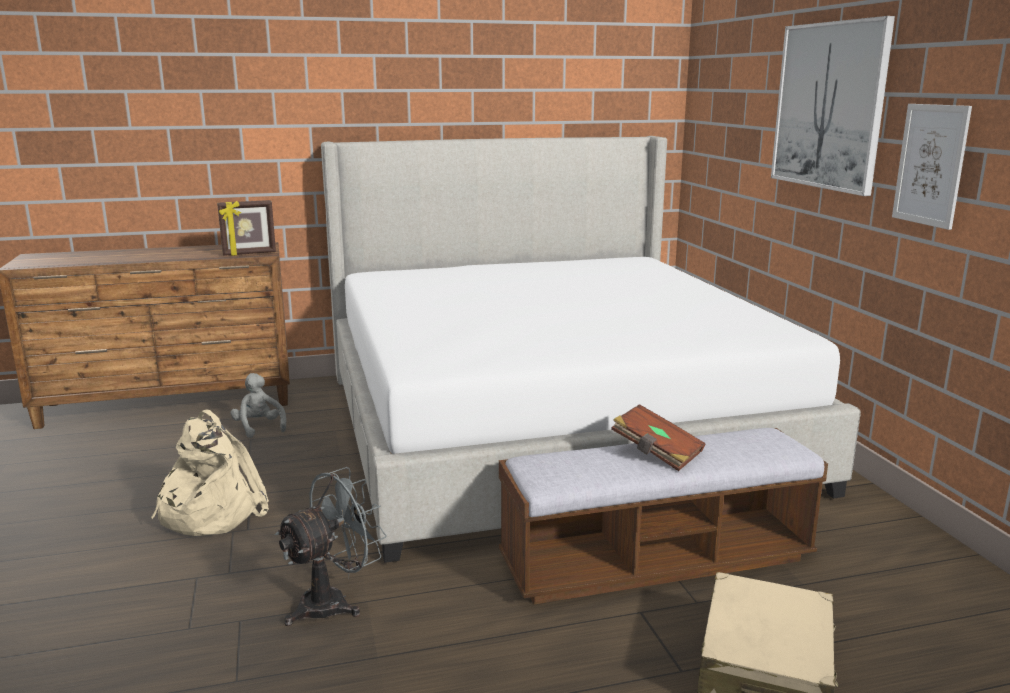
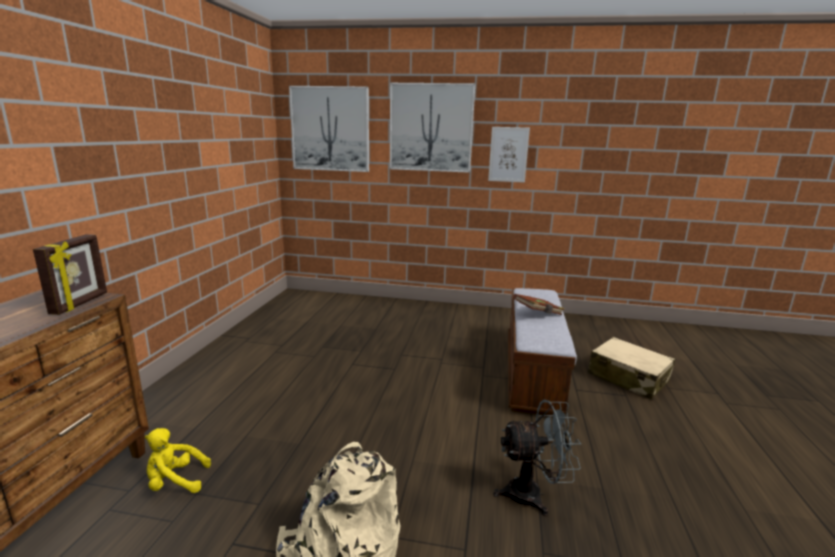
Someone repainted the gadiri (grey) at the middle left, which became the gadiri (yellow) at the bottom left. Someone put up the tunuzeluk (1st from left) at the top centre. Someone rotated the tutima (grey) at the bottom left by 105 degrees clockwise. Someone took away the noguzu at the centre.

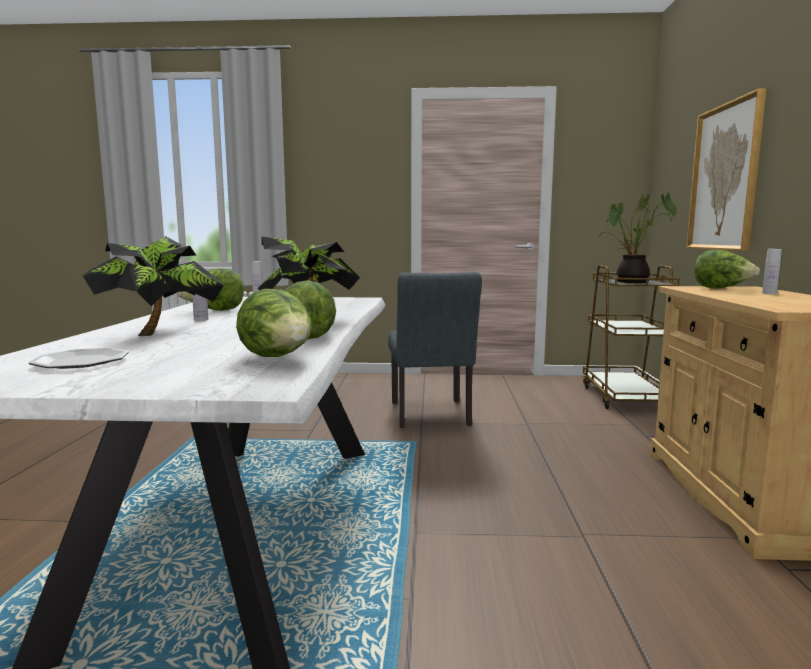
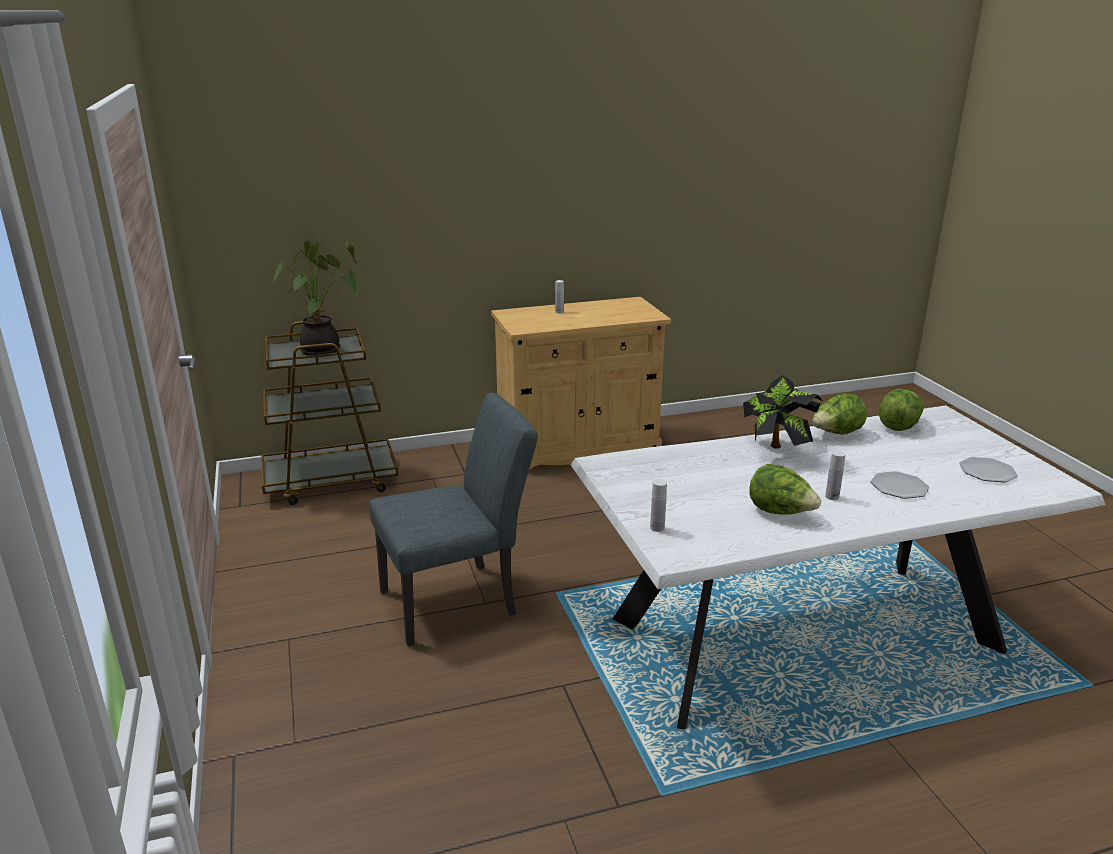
Someone swapped the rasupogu (1st from left) at the middle left for the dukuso (1st from left) at the middle right. Someone took away the tunuzeluk at the top right. Someone took away the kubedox (4th from left) at the middle right.

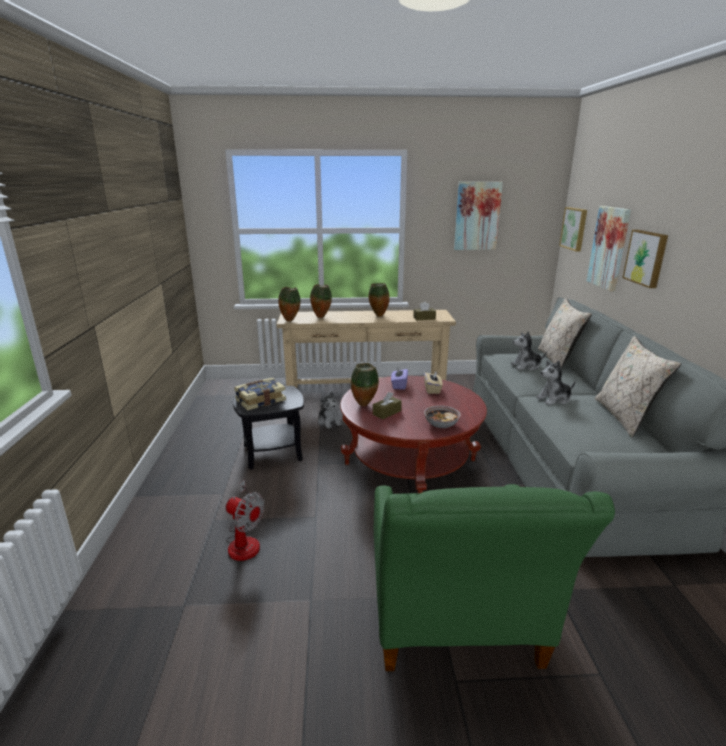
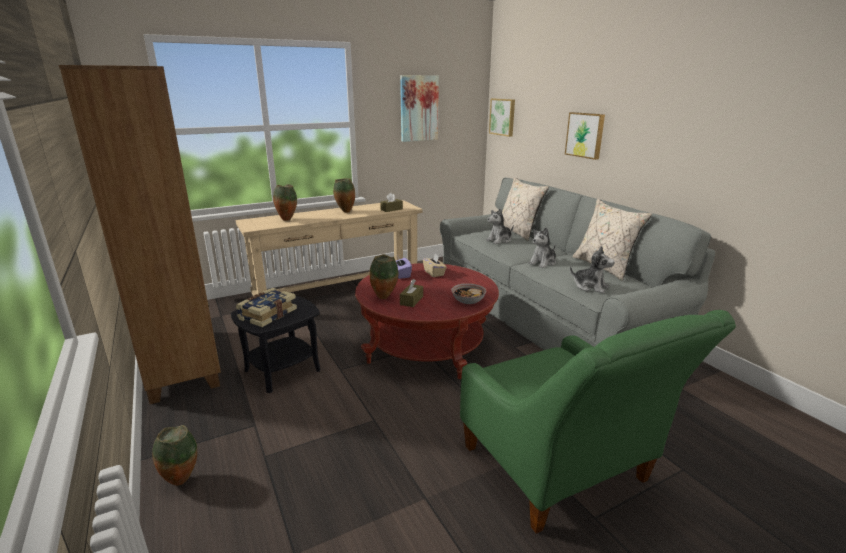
Someone put down the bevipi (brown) at the middle left. Someone carried the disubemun (1st from left) from the centre to the bottom left. Someone carried the gadiri (1st from left in the first image) from the centre to the middle right. Someone took away the tutima at the bottom centre. Someone took away the tunuzeluk (3rd from left) at the middle right.

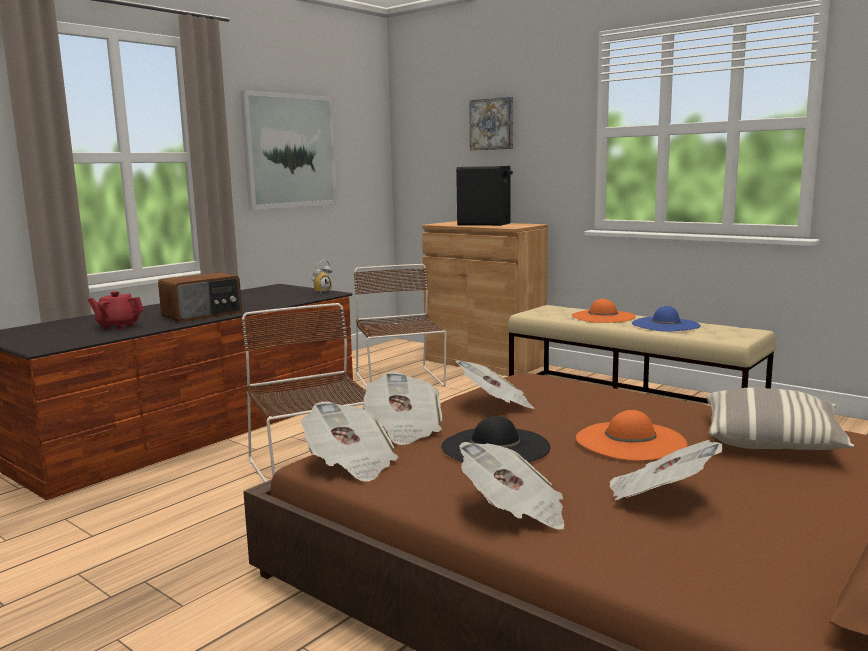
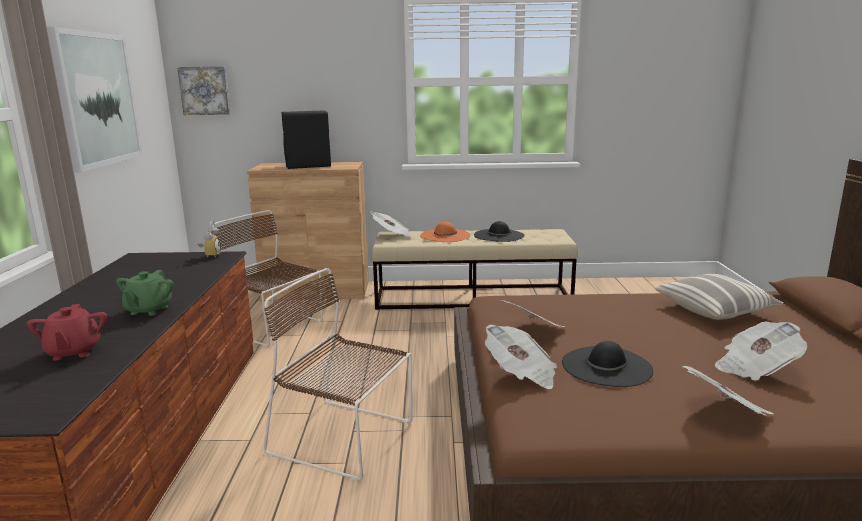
Someone rotated the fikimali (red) at the middle left by 75 degrees counterclockwise. Someone swapped the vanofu at the middle left for the fikimali (green) at the middle left. Someone carried the tunuzeluk (2nd from left) from the top centre to the top left. Someone carried the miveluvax (1st from left) from the bottom centre to the centre. Someone repainted the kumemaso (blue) at the middle right, which became the kumemaso (black) (1st from left) at the centre. Someone took away the kumemaso (orange) (2nd from left) at the bottom right.

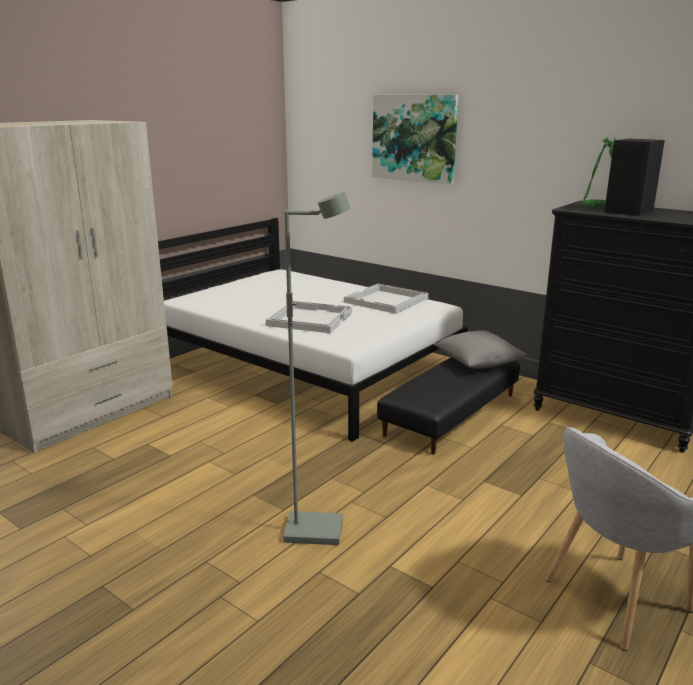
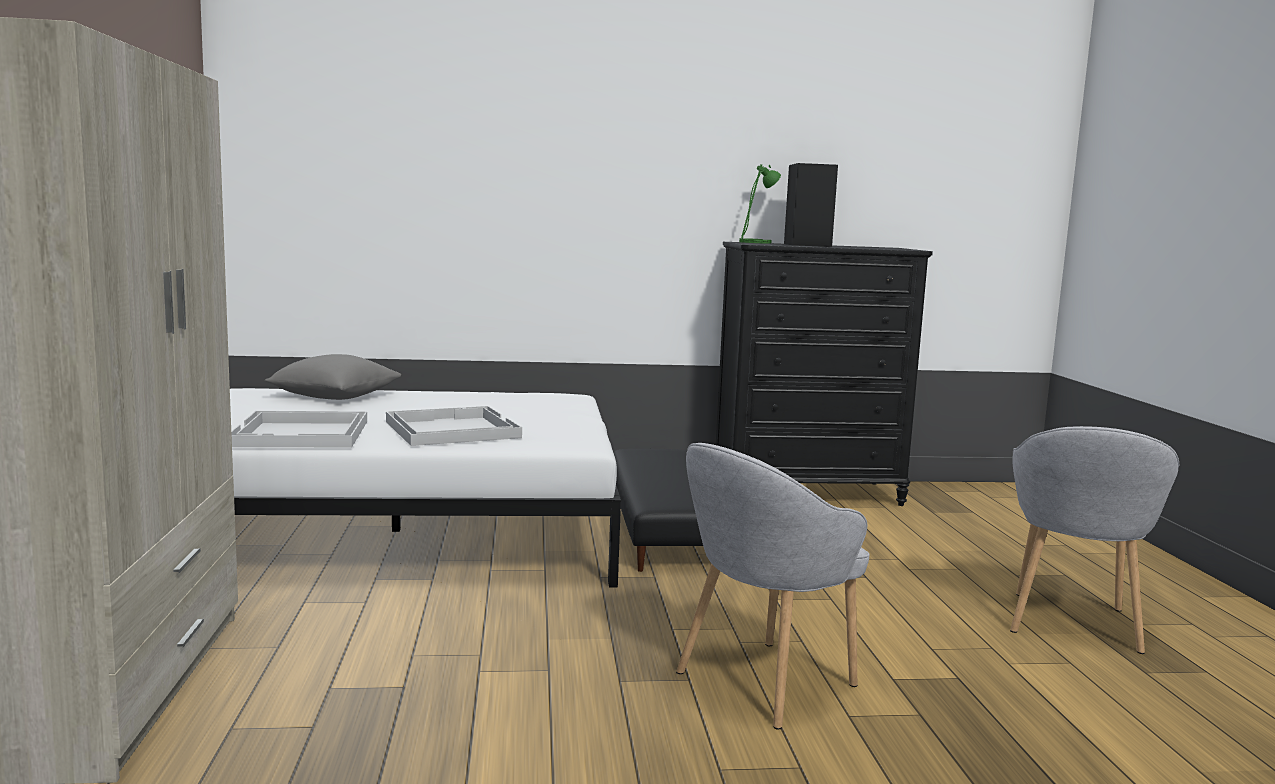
Someone carried the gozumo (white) (2nd from left in the first image) from the centre to the middle left. Someone carried the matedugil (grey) from the middle right to the middle left. Someone swapped the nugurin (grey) at the centre for the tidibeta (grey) (1st from left) at the bottom centre. Someone took away the tunuzeluk at the top centre.

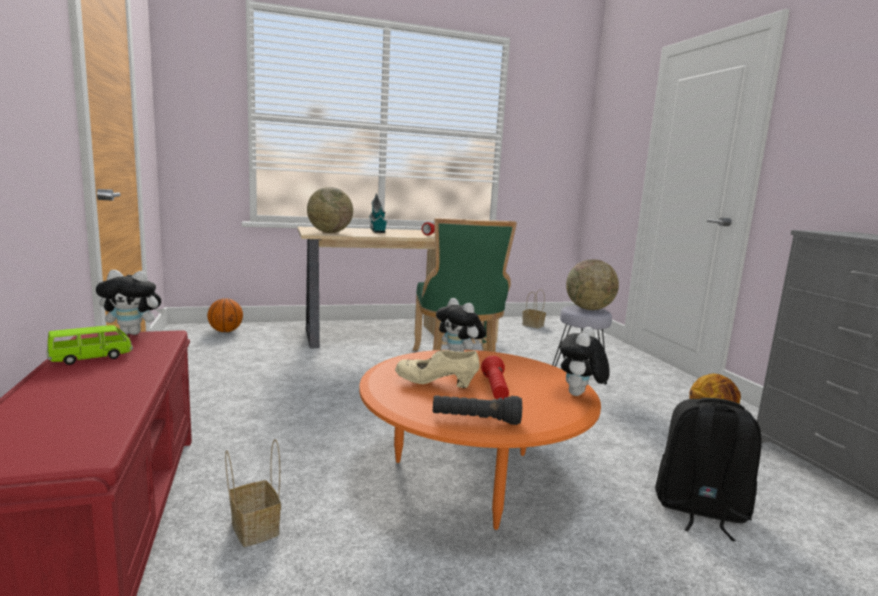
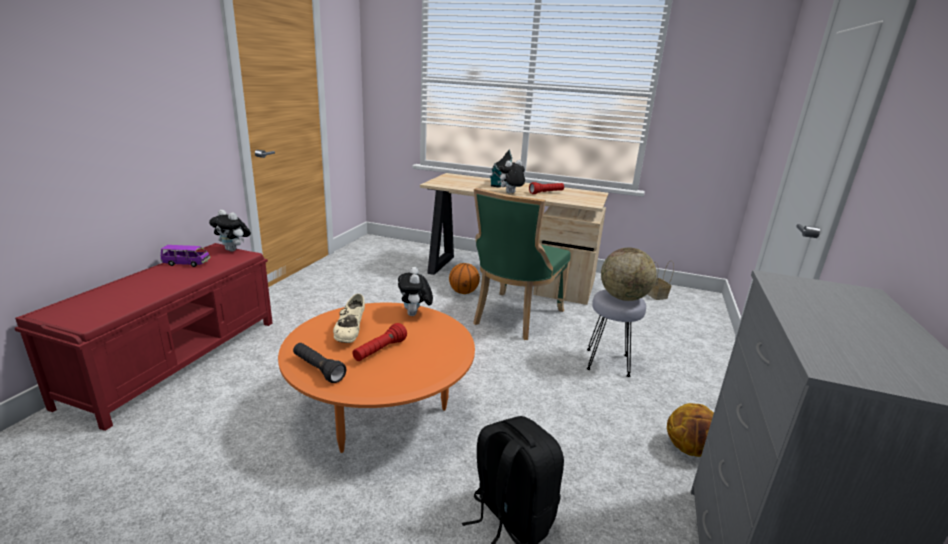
Someone repainted the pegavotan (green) at the middle left, which became the pegavotan (purple) at the middle left. Someone rotated the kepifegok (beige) at the centre by 135 degrees counterclockwise. Someone carried the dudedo (1st from left) from the middle left to the centre. Someone carried the gadiri (3rd from left) from the centre to the top centre. Someone took away the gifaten (1st from left) at the bottom left. Someone took away the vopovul (1st from left) at the centre.

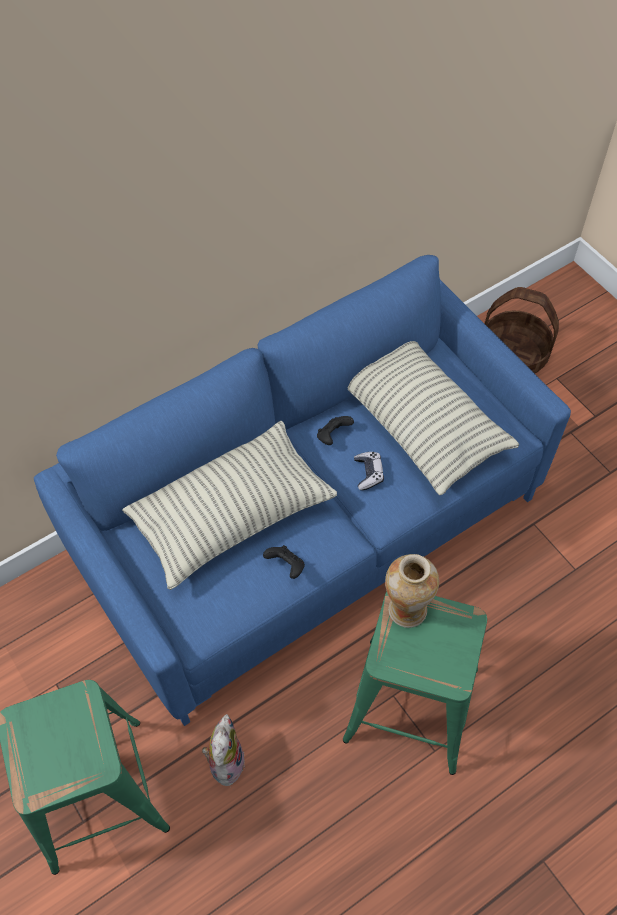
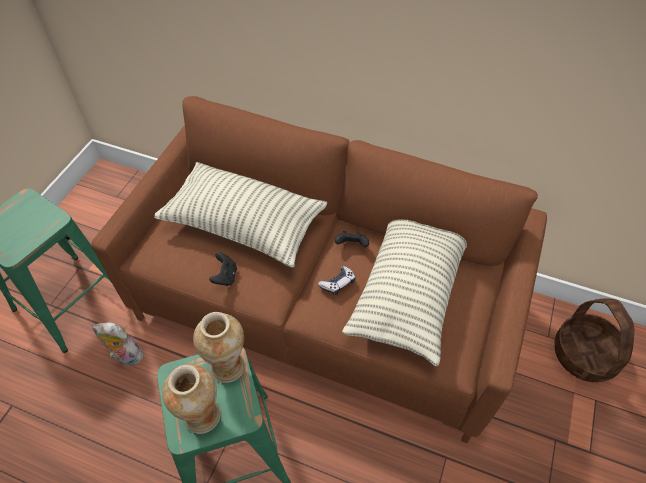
Someone repainted the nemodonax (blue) at the centre, which became the nemodonax (brown) at the centre. Someone rotated the gadiri at the bottom centre by 135 degrees counterclockwise. Someone put down the disubemun (1st from left) at the bottom left.

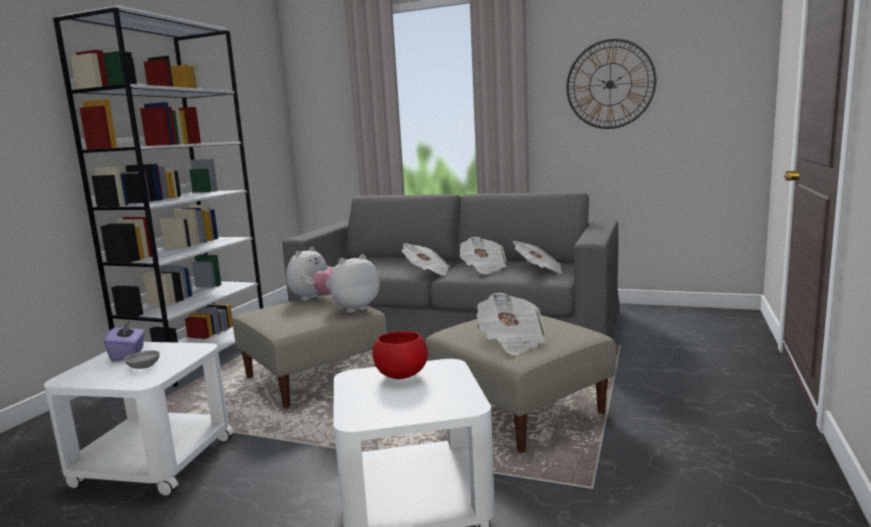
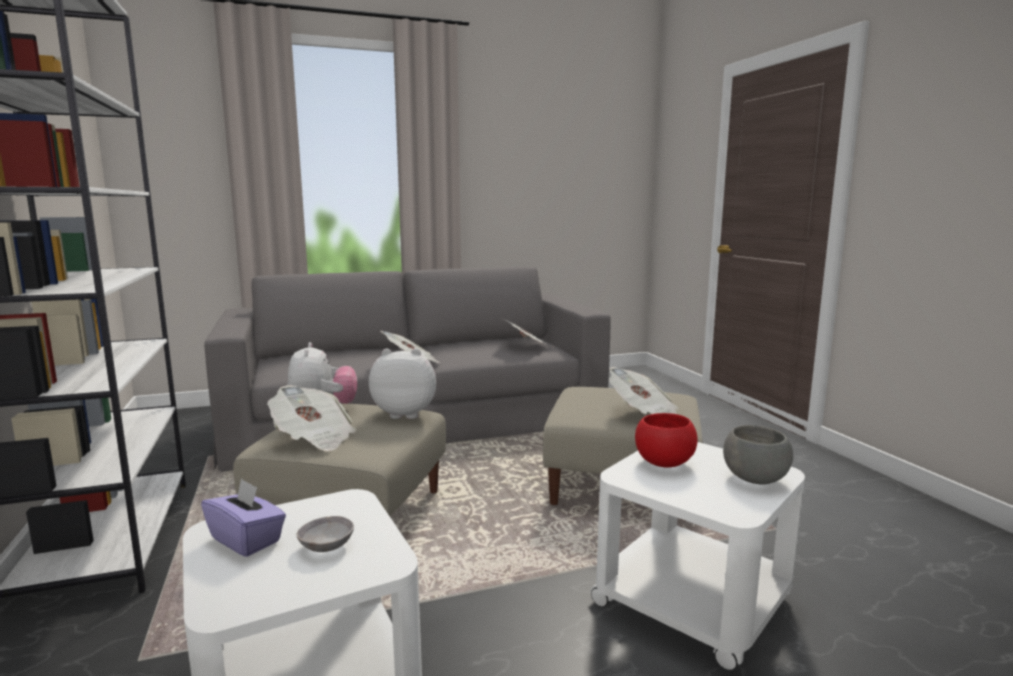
Someone carried the miveluvax (2nd from left in the first image) from the centre to the middle left. Someone rotated the gadiri (2nd from left) at the centre by 75 degrees clockwise. Someone put down the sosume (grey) (2nd from left) at the bottom right. Someone took away the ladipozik at the top right.

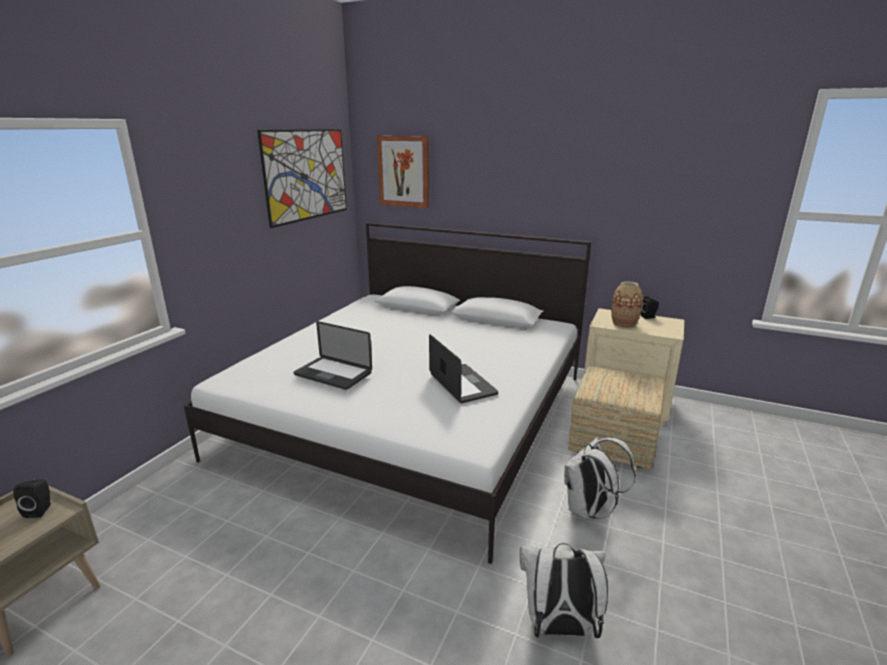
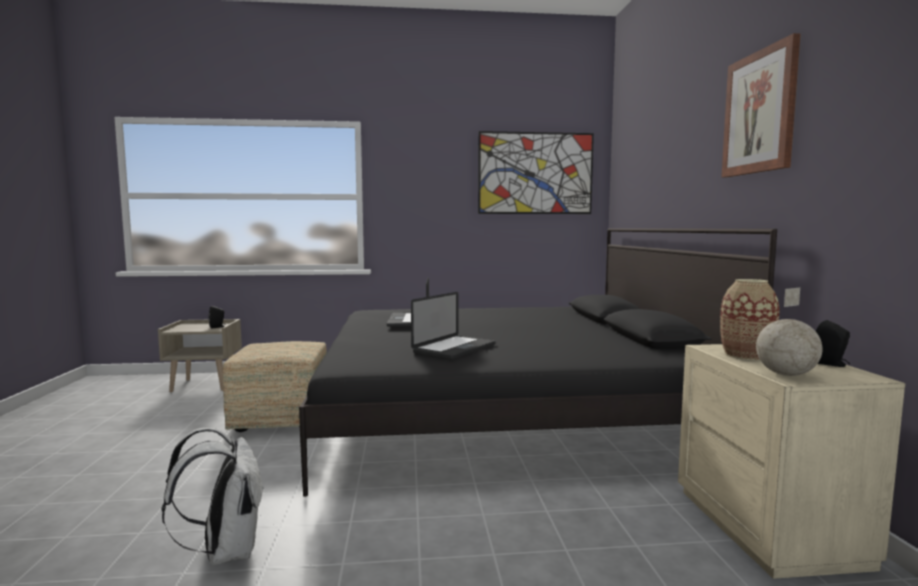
Someone carried the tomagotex from the middle right to the middle left. Someone repainted the noguzu (white) at the centre, which became the noguzu (black) at the centre. Someone carried the tunuzeluk (2nd from left) from the top centre to the top right. Someone put down the vopovul at the middle right. Someone took away the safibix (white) (2nd from left) at the bottom right.

